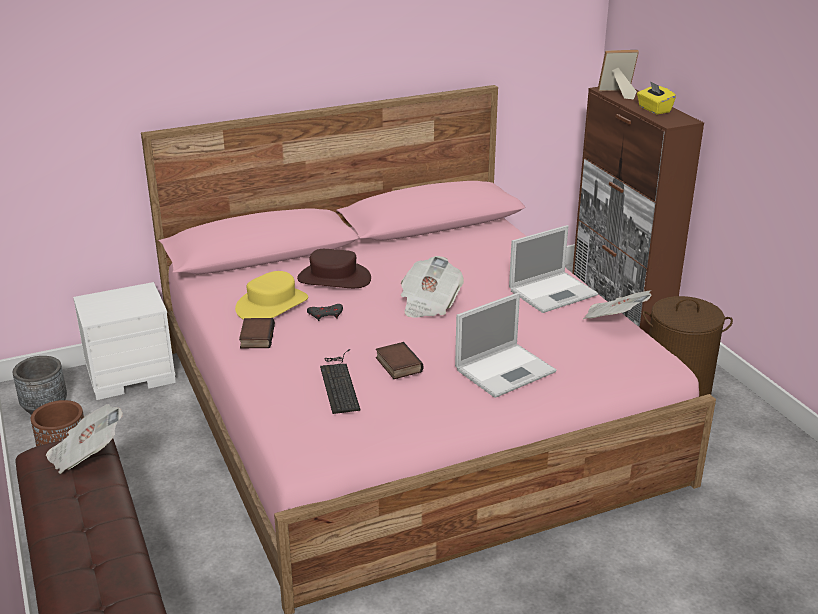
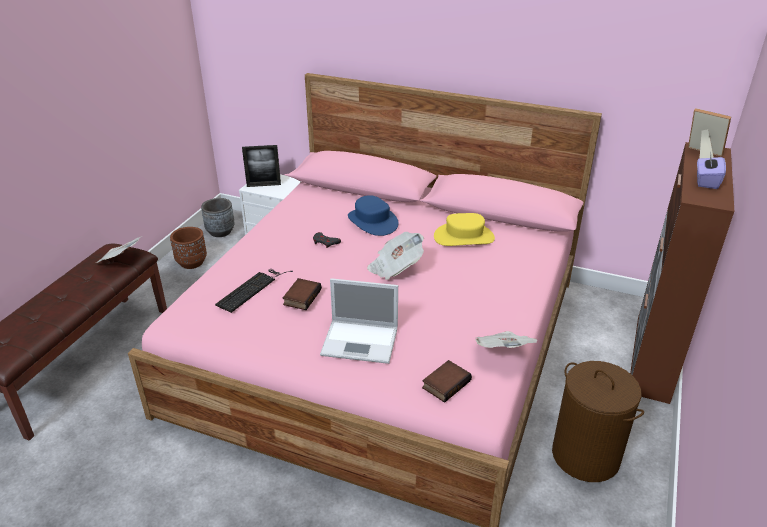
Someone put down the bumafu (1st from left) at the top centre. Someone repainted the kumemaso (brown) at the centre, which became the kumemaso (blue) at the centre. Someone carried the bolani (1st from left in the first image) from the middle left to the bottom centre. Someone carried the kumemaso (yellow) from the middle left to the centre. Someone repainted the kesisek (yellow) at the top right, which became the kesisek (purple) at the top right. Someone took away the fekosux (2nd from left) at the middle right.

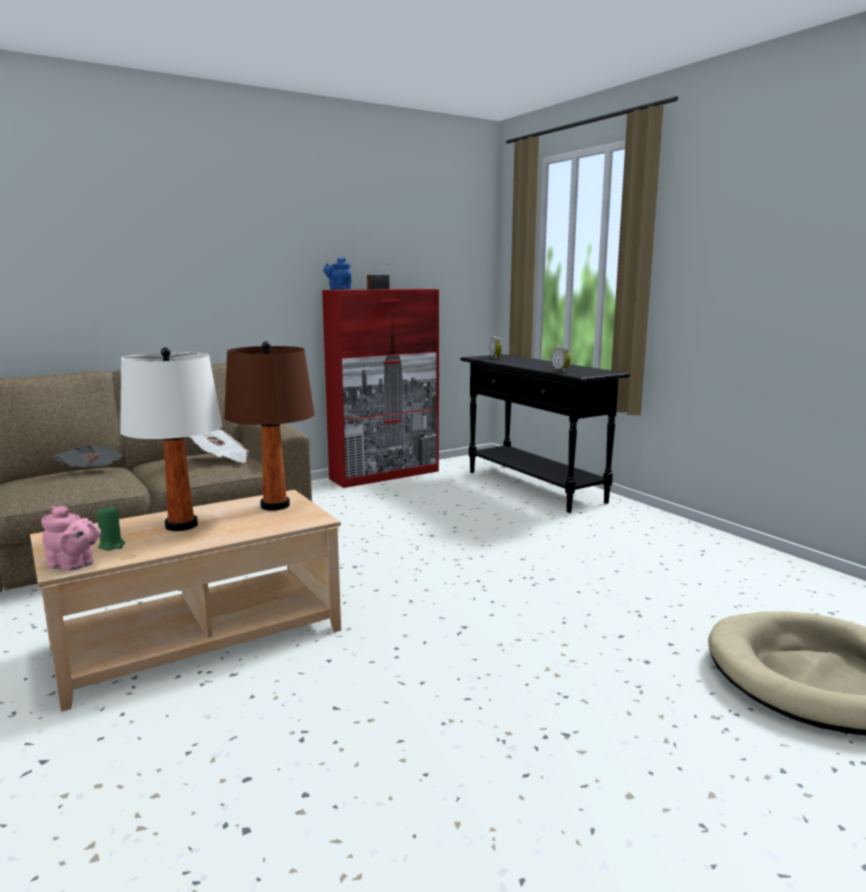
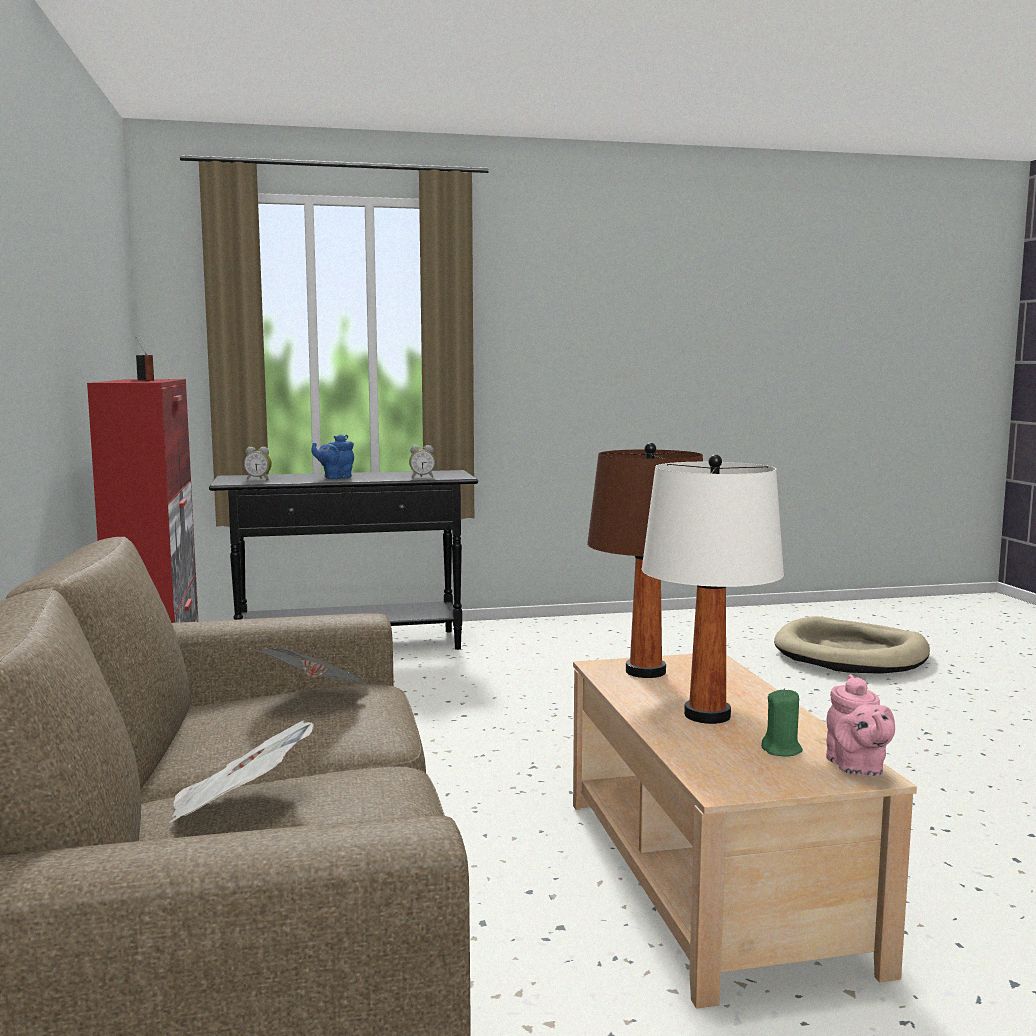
Someone carried the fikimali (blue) from the top centre to the middle left. Someone rotated the fikimali (pink) at the middle left by 135 degrees clockwise.

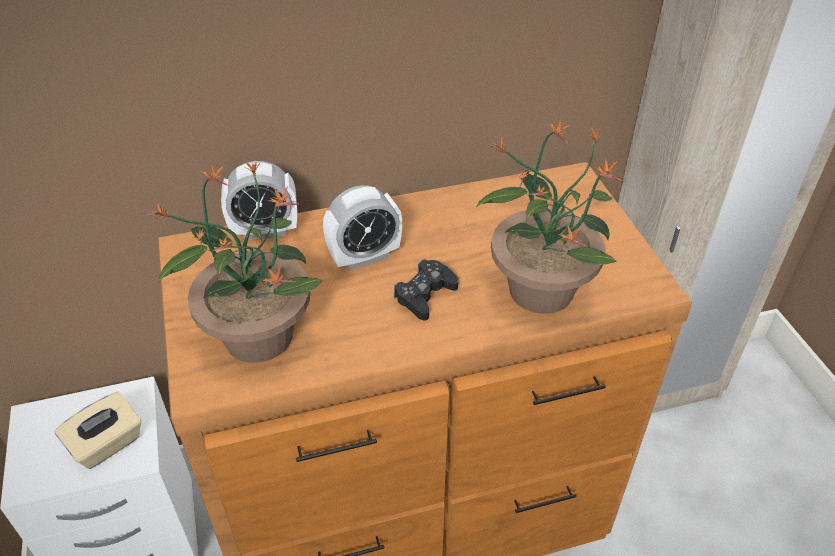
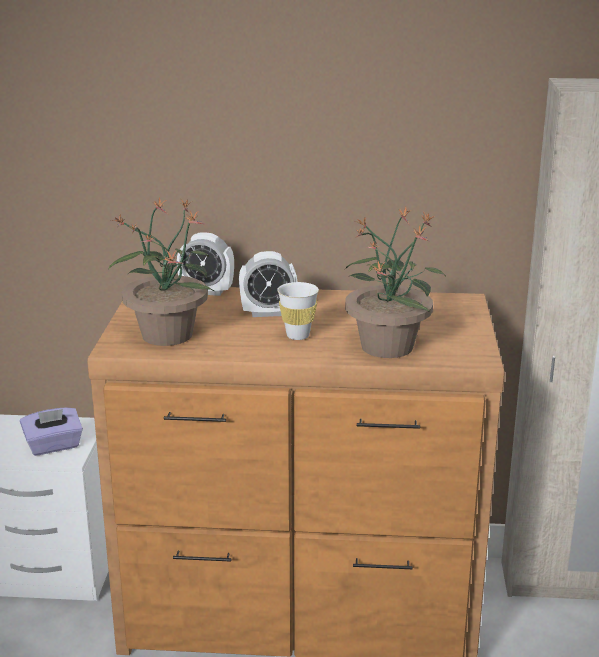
Someone repainted the kesisek (beige) at the bottom left, which became the kesisek (purple) at the middle left. Someone swapped the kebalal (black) at the centre for the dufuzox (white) at the centre.

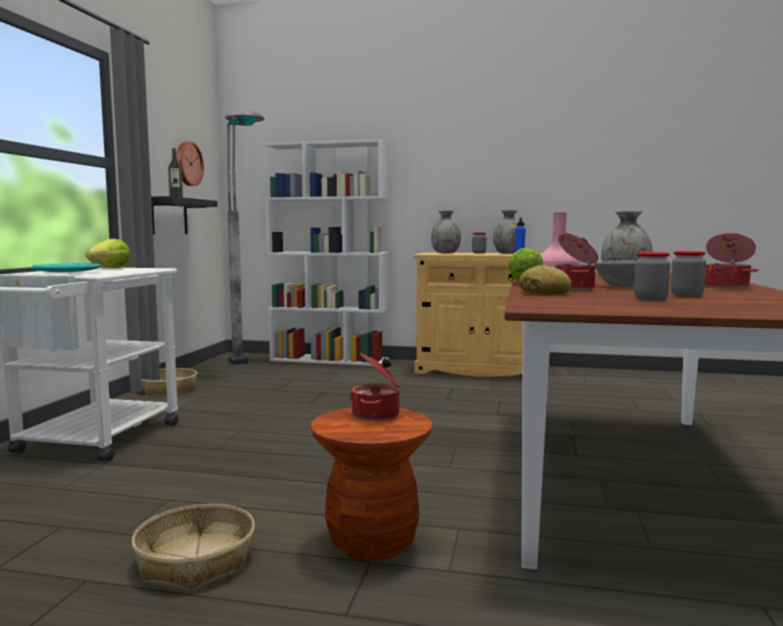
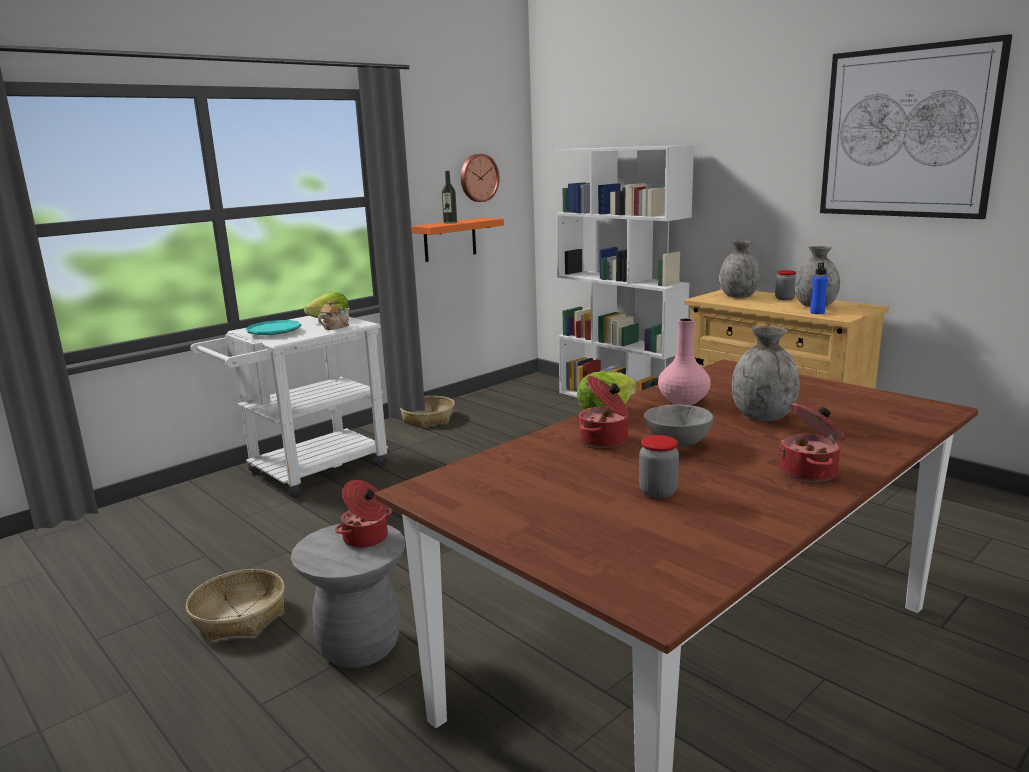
Someone repainted the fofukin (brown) at the bottom centre, which became the fofukin (grey) at the bottom centre. Someone put down the fikimali at the middle left. Someone repainted the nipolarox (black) at the middle left, which became the nipolarox (orange) at the top centre. Someone put up the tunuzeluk at the top right. Someone took away the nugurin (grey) at the middle left. Someone took away the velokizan at the middle right. Someone took away the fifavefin (2nd from left) at the middle right.

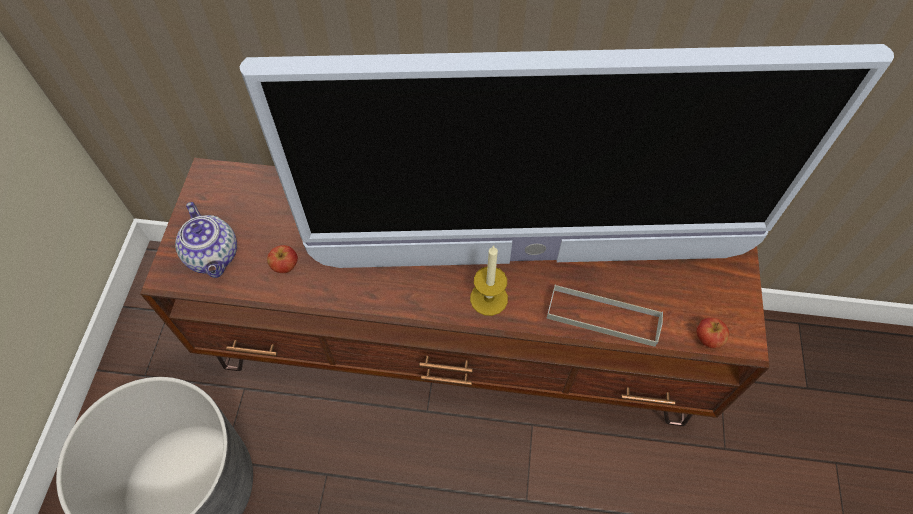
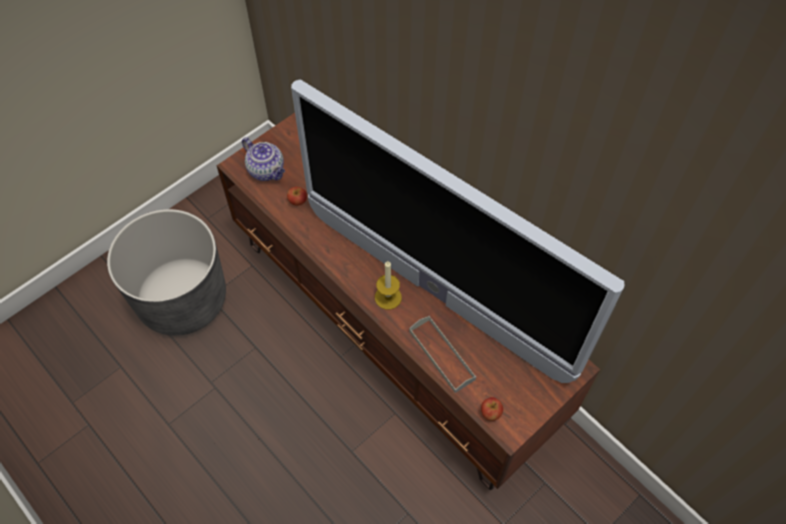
Someone rotated the fikimali at the middle left by 60 degrees counterclockwise.

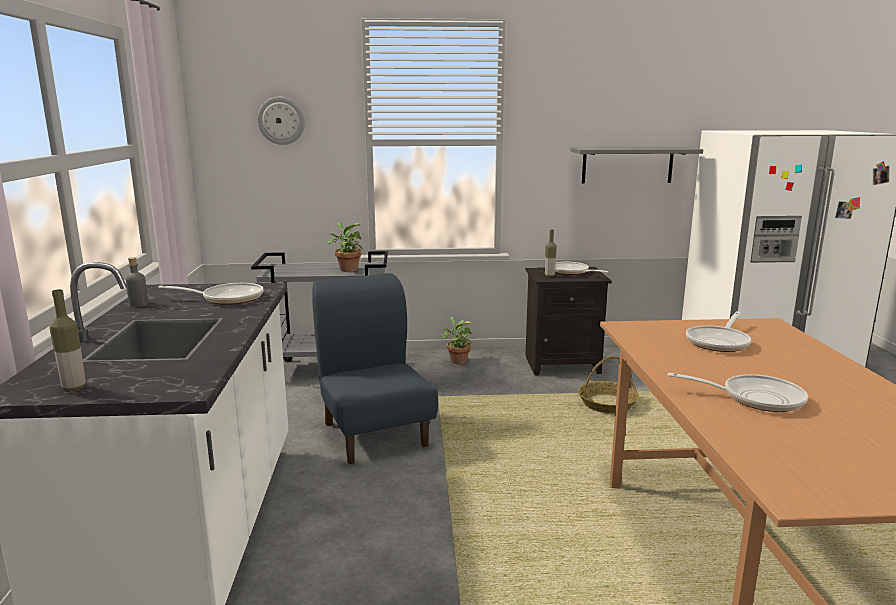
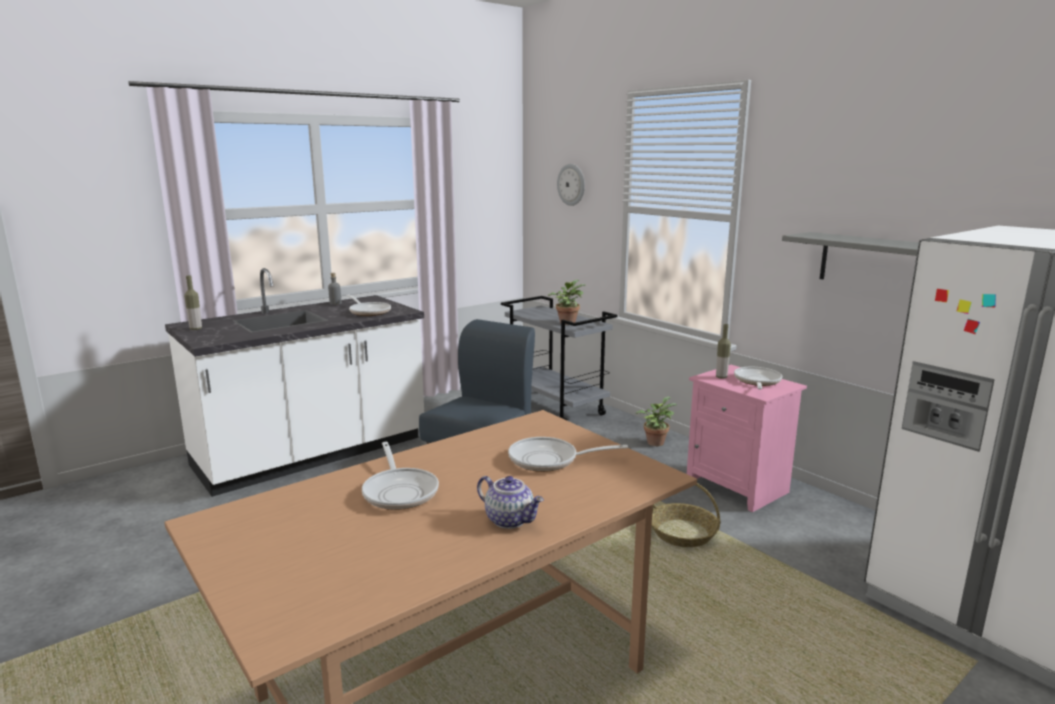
Someone put down the fikimali at the bottom centre. Someone repainted the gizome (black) at the centre, which became the gizome (pink) at the middle right.

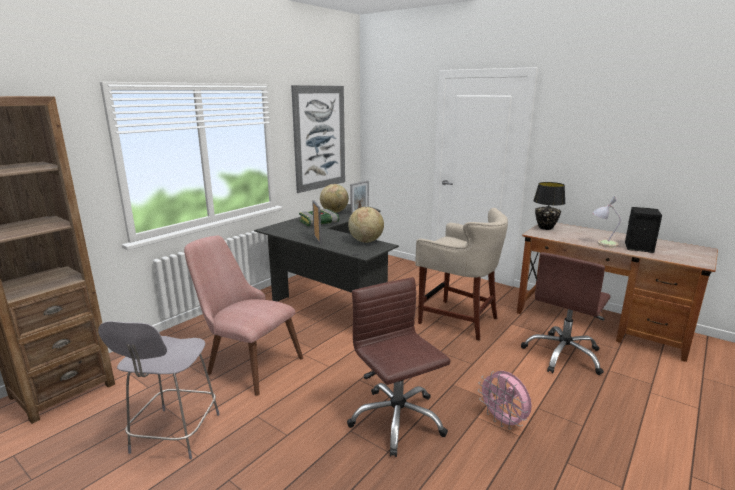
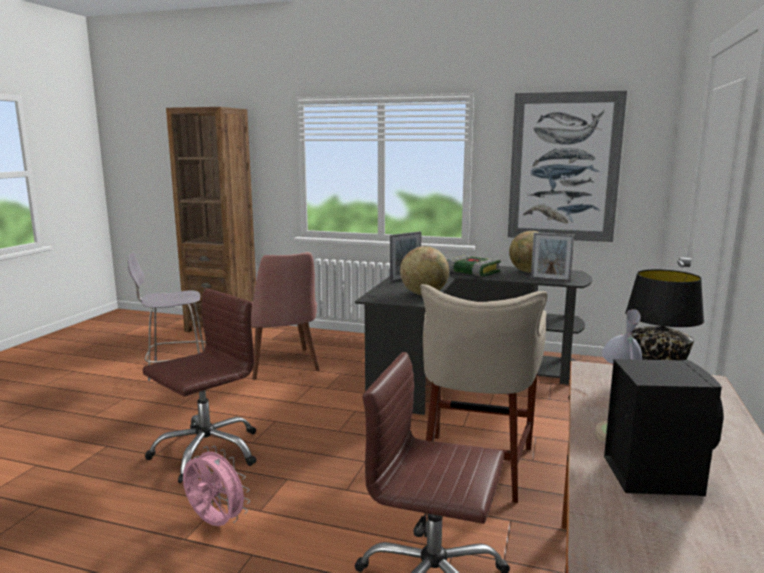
Someone rotated the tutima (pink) at the bottom right by 90 degrees clockwise. Someone rotated the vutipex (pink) at the middle left by 150 degrees clockwise.

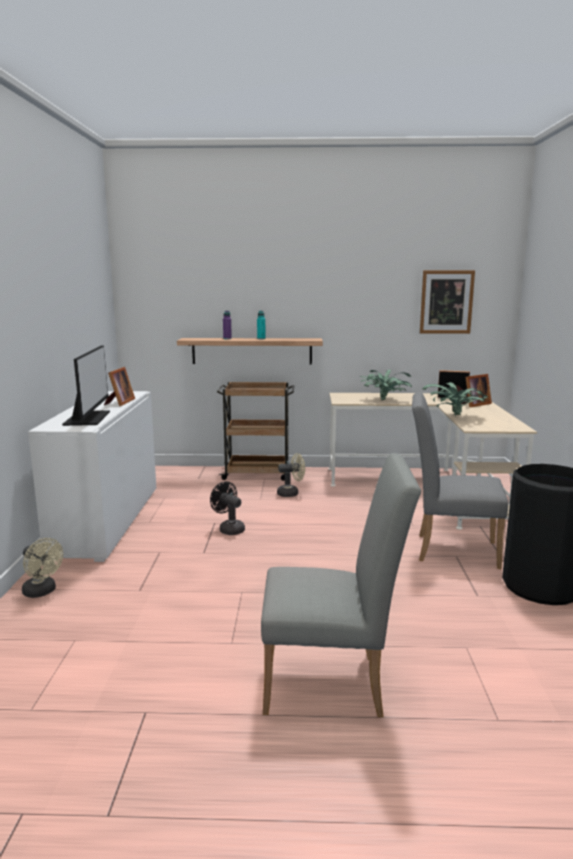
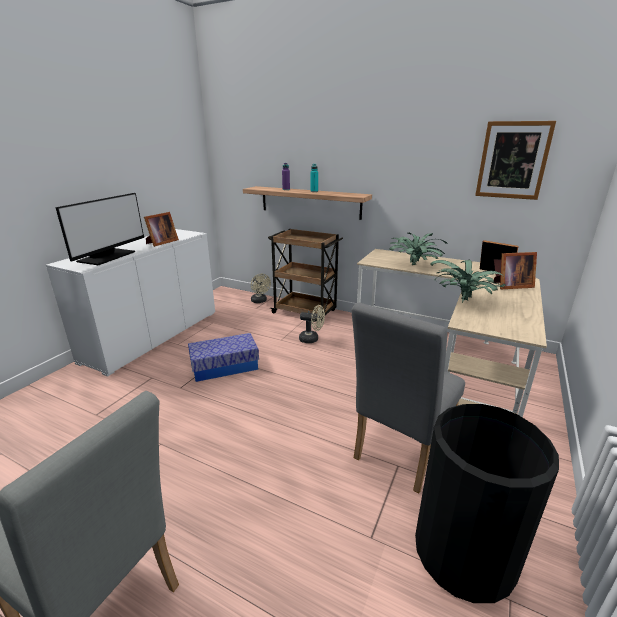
Someone swapped the tutima (black) at the centre for the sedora at the centre. Someone carried the tutima (beige) (1st from left) from the middle left to the centre. Someone rotated the vutipex (grey) (2nd from left) at the middle right by 90 degrees counterclockwise.

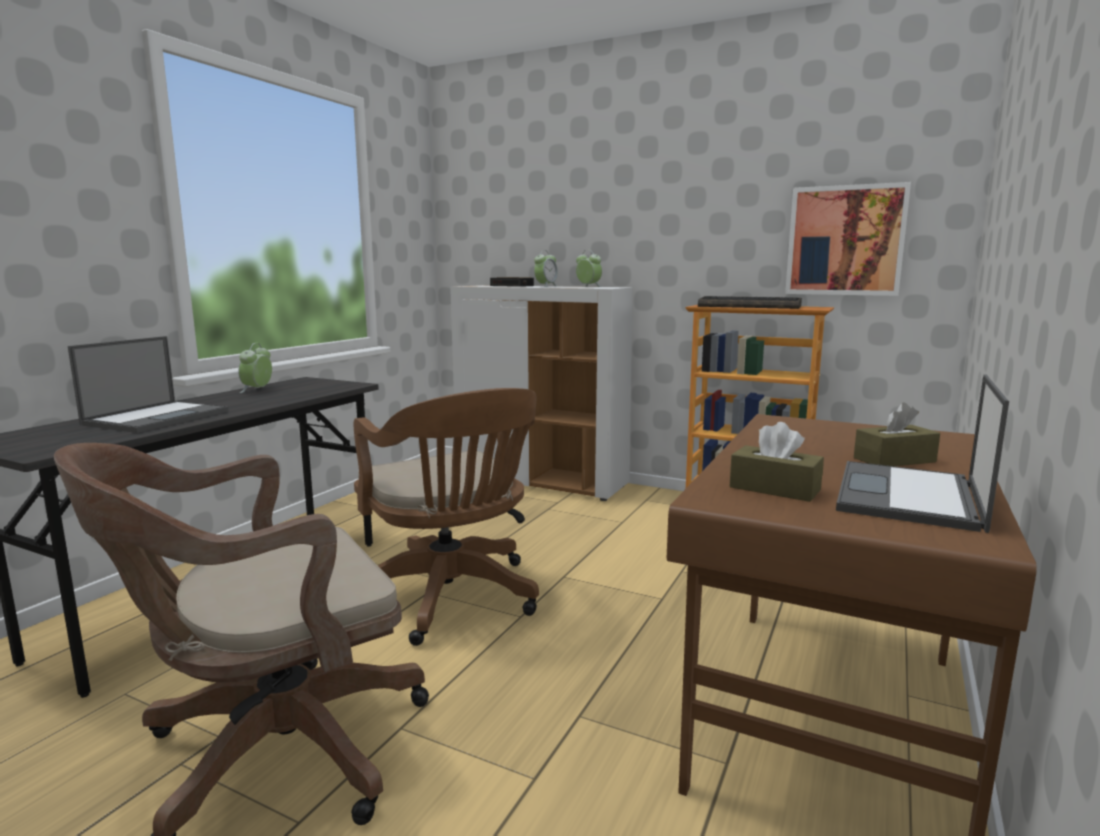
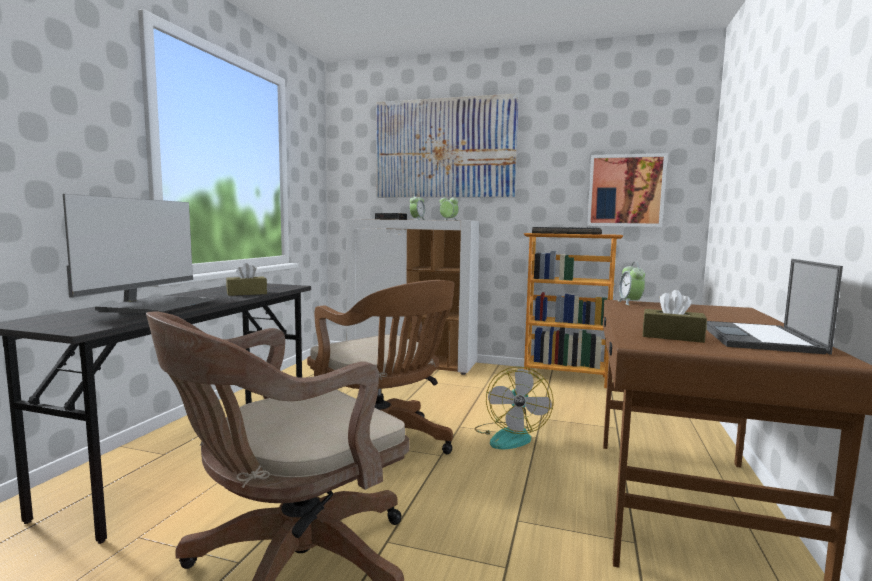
Someone swapped the fekosux (1st from left) at the middle left for the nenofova at the middle left. Someone carried the kesisek (brown) (2nd from left in the first image) from the middle right to the middle left. Someone put up the tunuzeluk (1st from left) at the top centre. Someone put down the tutima at the bottom centre. Someone carried the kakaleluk (1st from left in the first image) from the middle left to the middle right.

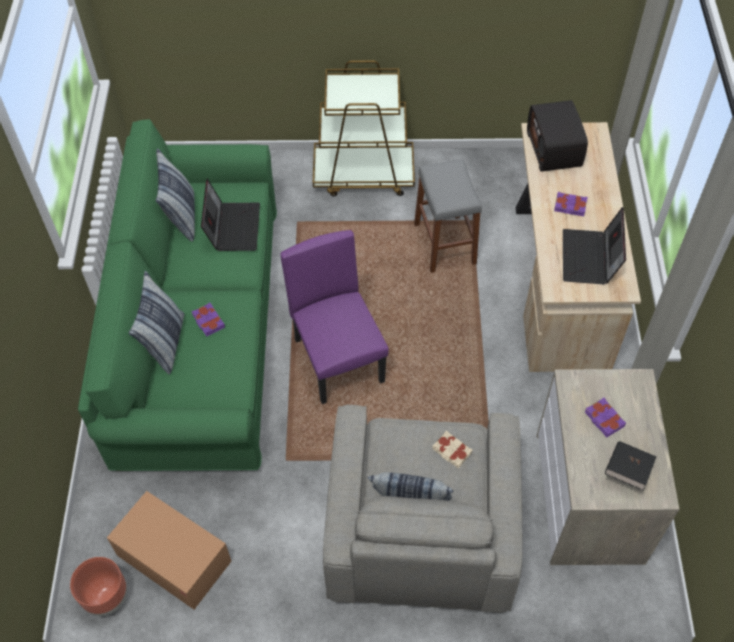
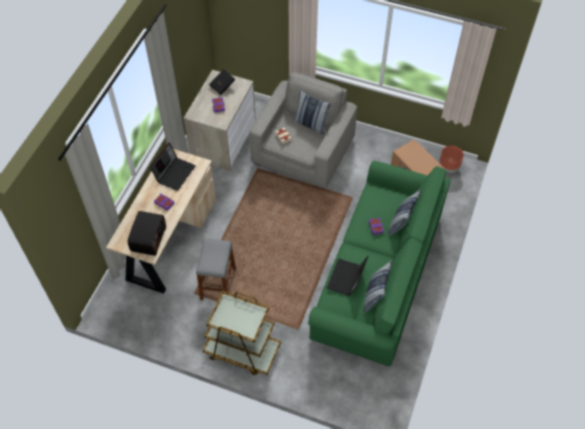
Someone took away the vutipex (purple) at the centre.

